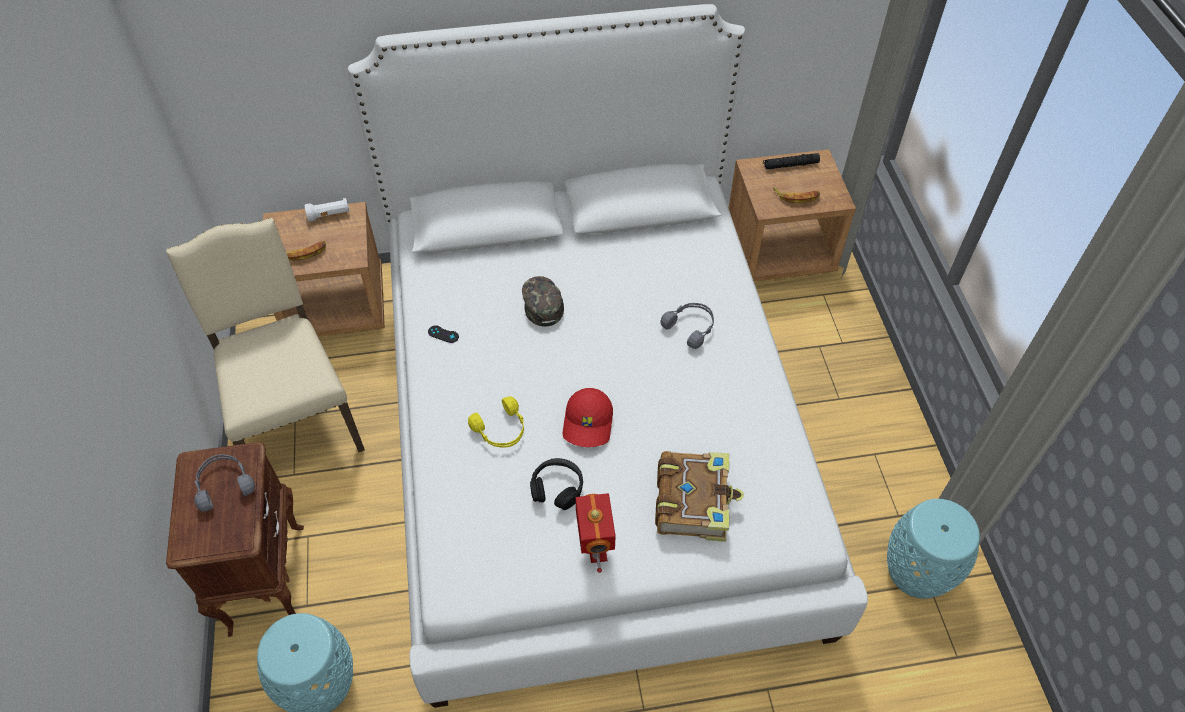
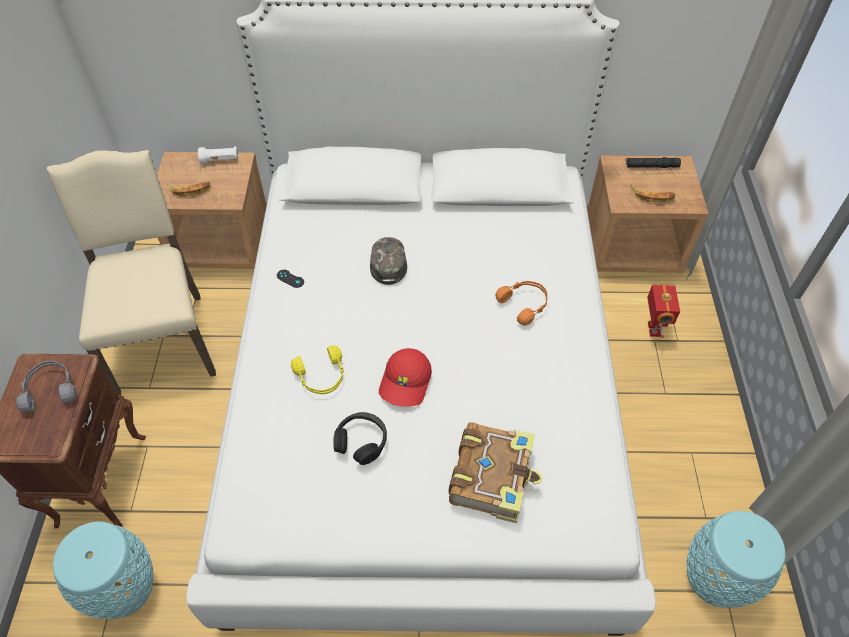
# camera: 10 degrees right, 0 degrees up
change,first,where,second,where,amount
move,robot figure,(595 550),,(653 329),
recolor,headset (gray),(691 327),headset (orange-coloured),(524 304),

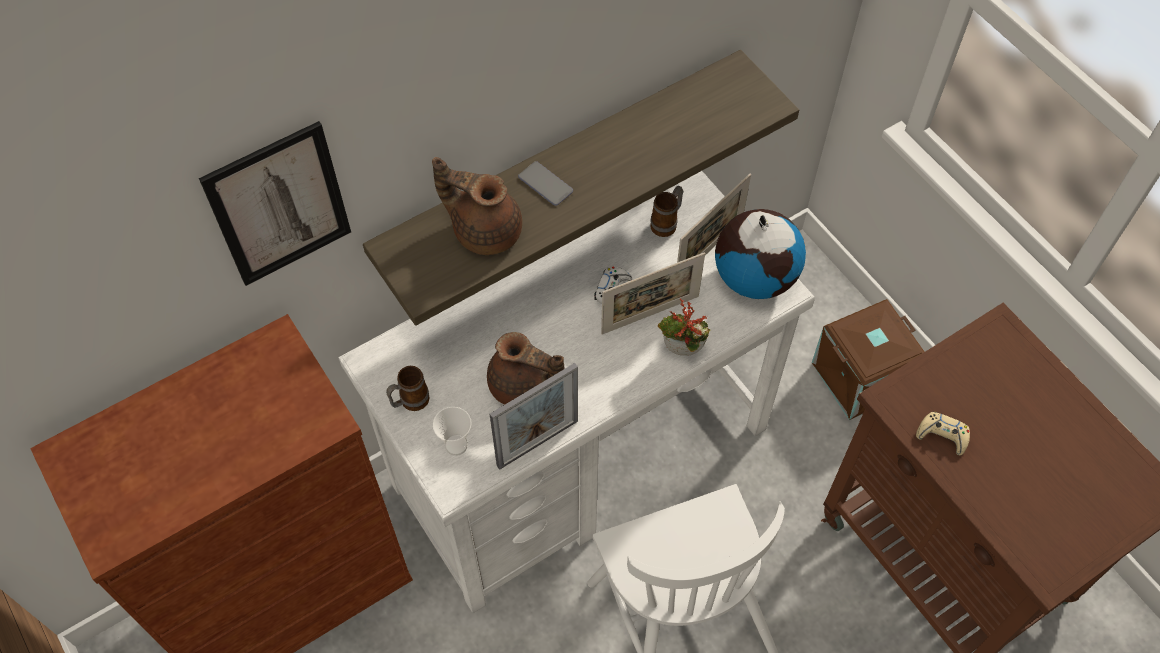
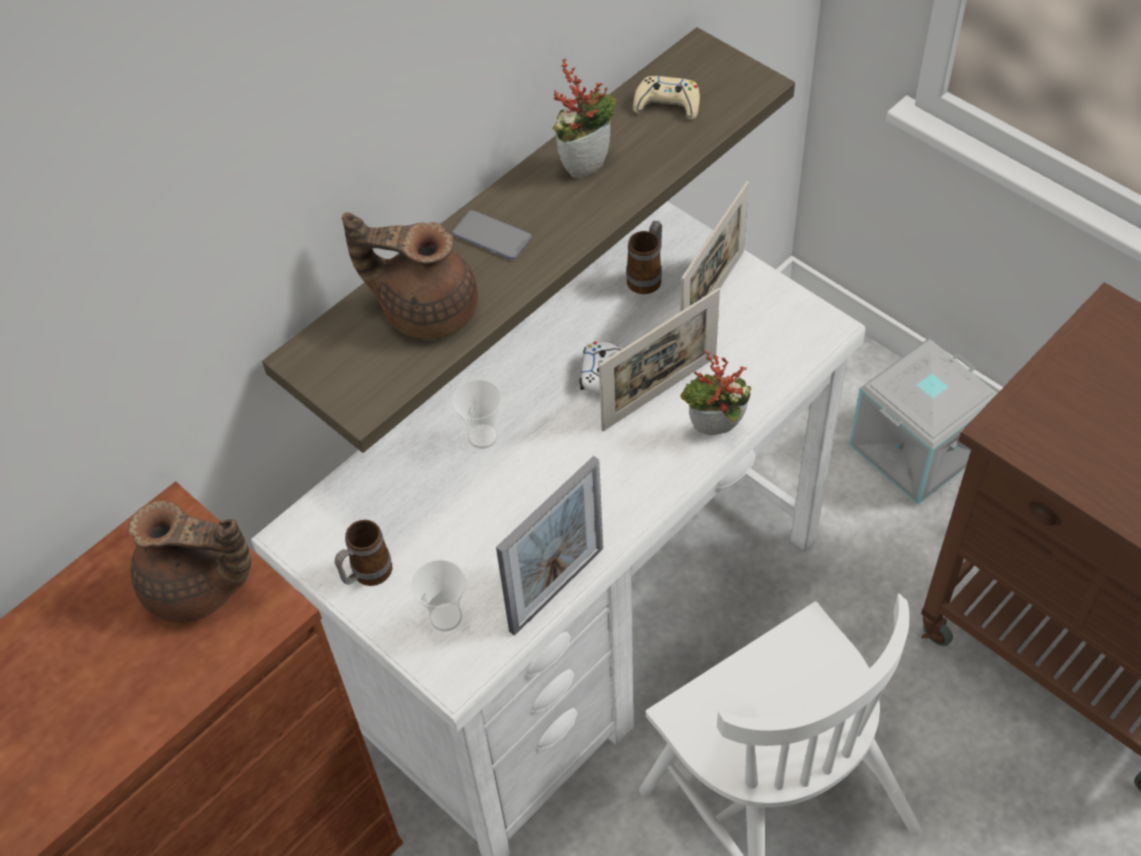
# camera: 10 degrees left, 5 degrees down
change,first,where,second,where,amount
delete,wall art,(279 205),,,
delete,world globe,(754 277),,,
insert,,,small cup,(483 436),
insert,,,plant in a pot,(585 163),
move,pot for tea (brownish),(523 386),,(198 588),
move,gamepad (beige-coloured),(942 435),,(667 104),
recolor,storage box (brownish),(861 379),storage box (gray),(917 450),

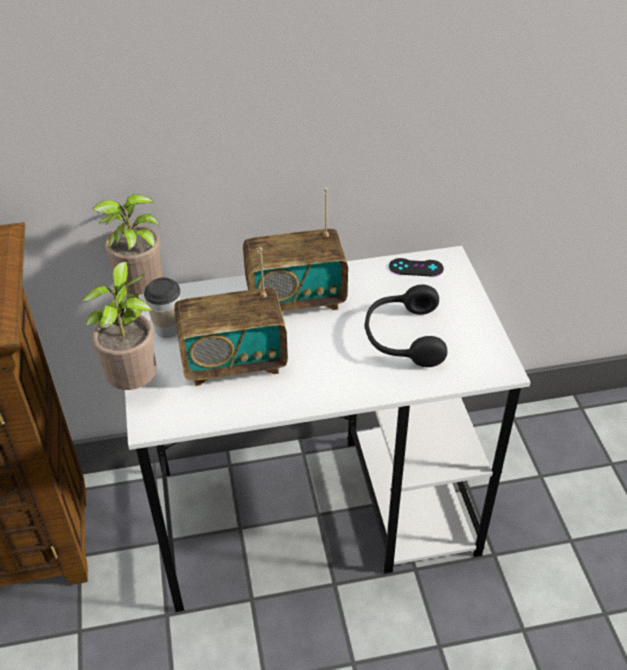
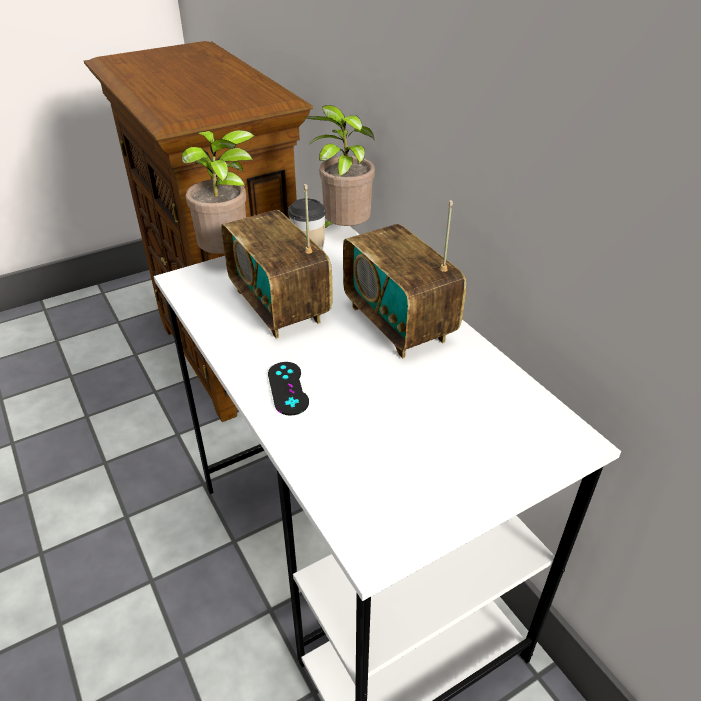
# camera: 70 degrees right, 5 degrees down
change,first,where,second,where,amount
delete,headset (blackish),(402 337),,,
move,gamepad (blackish),(416 268),,(288 388),

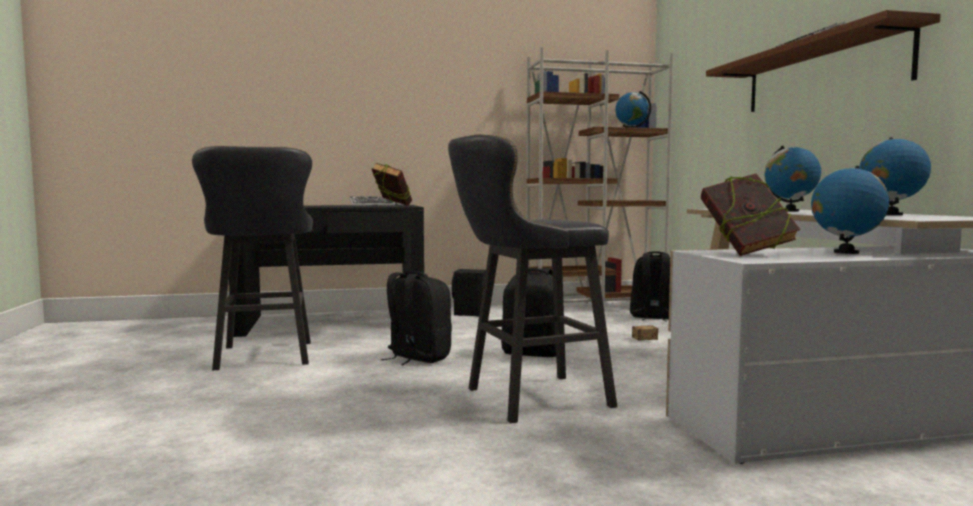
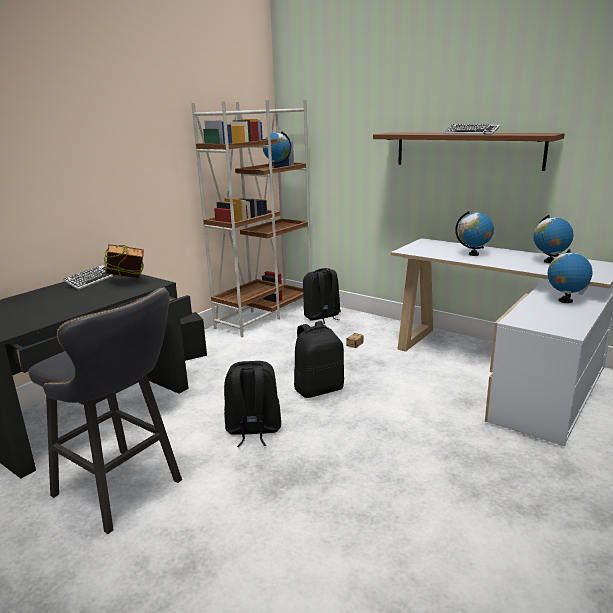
# camera: 40 degrees left, 15 degrees up
change,first,where,second,where,amount
delete,stool (blackish),(522 399),,,
delete,bound book,(746 253),,,

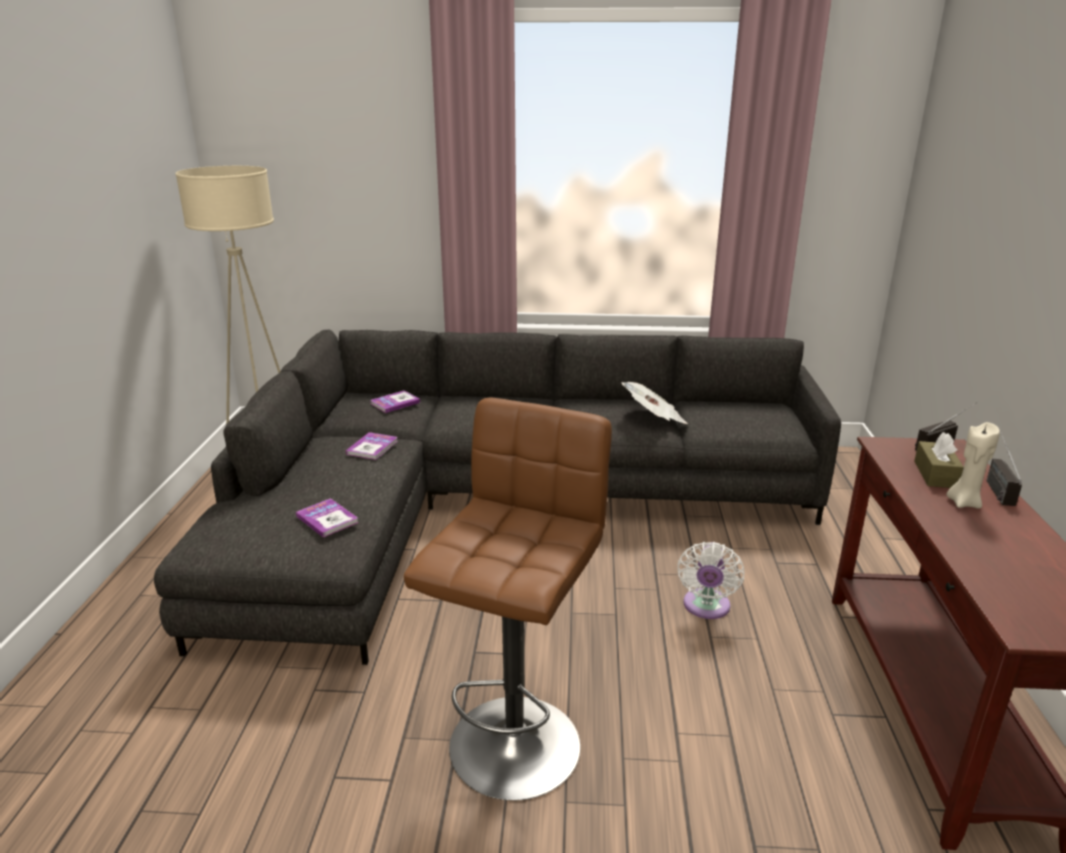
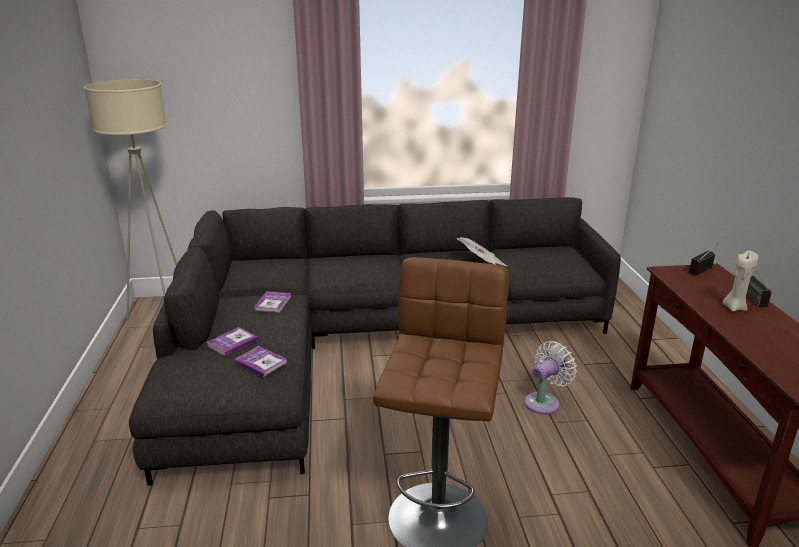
# camera: 10 degrees left, 0 degrees up
change,first,where,second,where,amount
delete,box of tissues (brownish),(935 474),,,
move,bound book,(395 403),,(232 343),
rotate,electric fan (whitish),(706 607),,(544 402),135 degrees counterclockwise

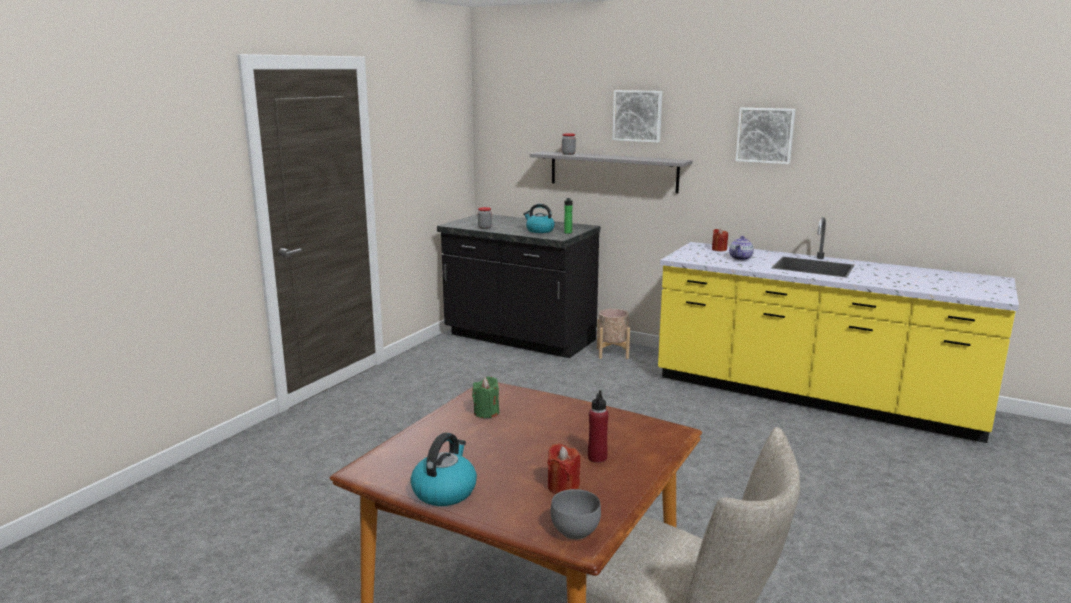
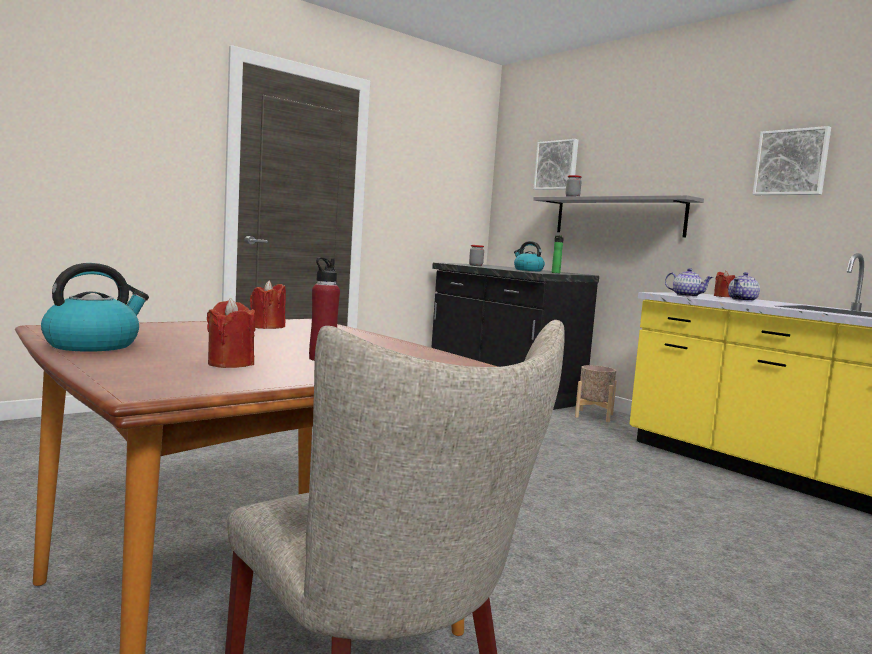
# camera: 20 degrees right, 10 degrees down
change,first,where,second,where,amount
delete,serving bowl (gray),(575 533),,,
insert,,,pot for tea,(686 296),
move,wall art,(638 116),,(557 165),
recolor,wax candle (green-coloured),(486 413),wax candle (red-coloured),(267 327),

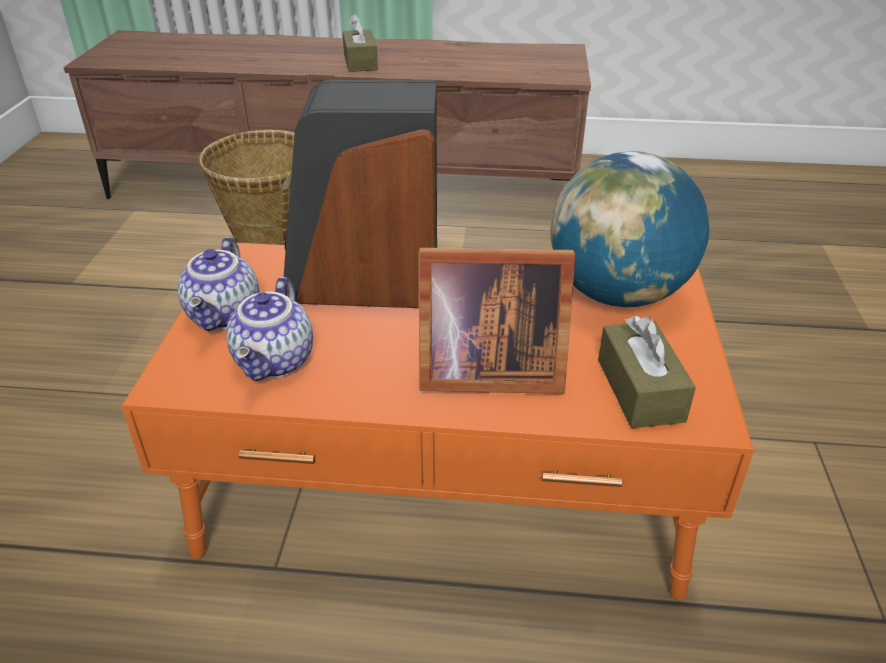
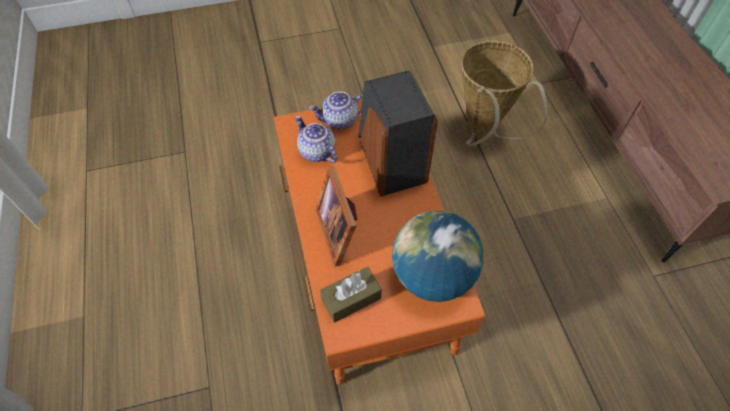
# camera: 70 degrees right, 20 degrees up
change,first,where,second,where,amount
delete,box of tissues (brownish),(360 62),,,
rotate,pot for tea,(276 362),,(316 152),60 degrees clockwise

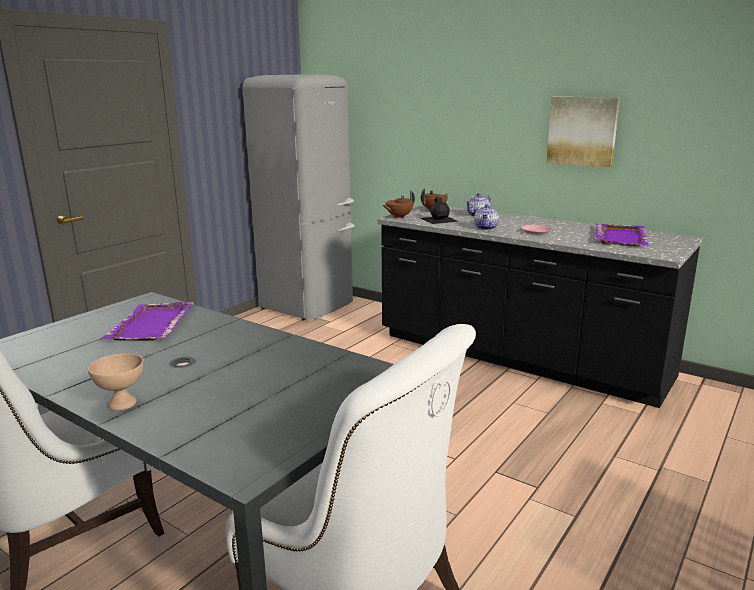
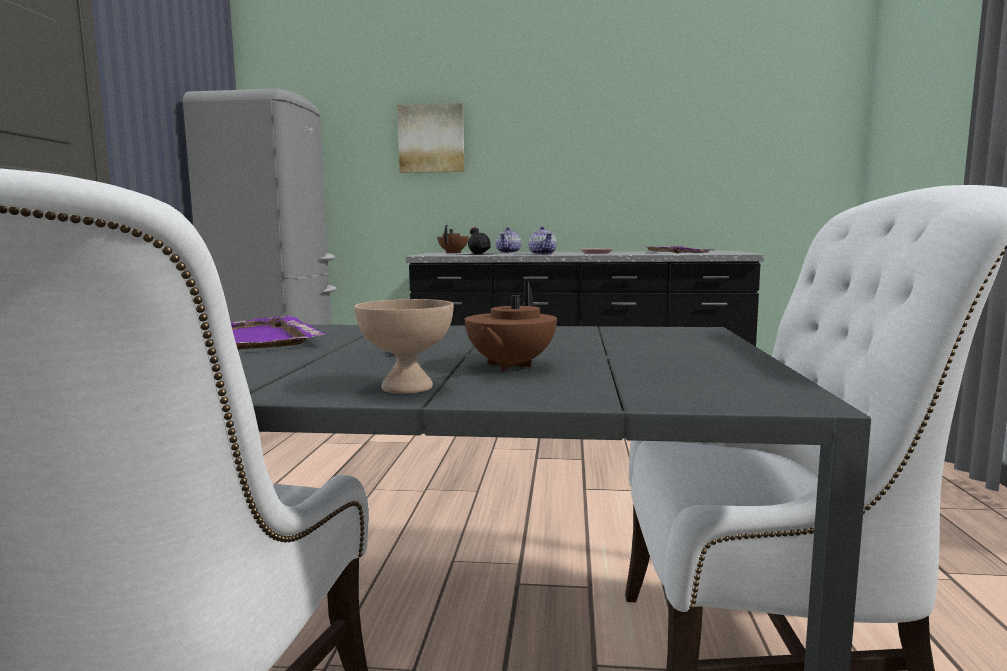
# camera: 30 degrees left, 10 degrees down
change,first,where,second,where,amount
move,pot for tea (brownish),(398 217),,(509 366),
move,wall art,(582 131),,(431 138),

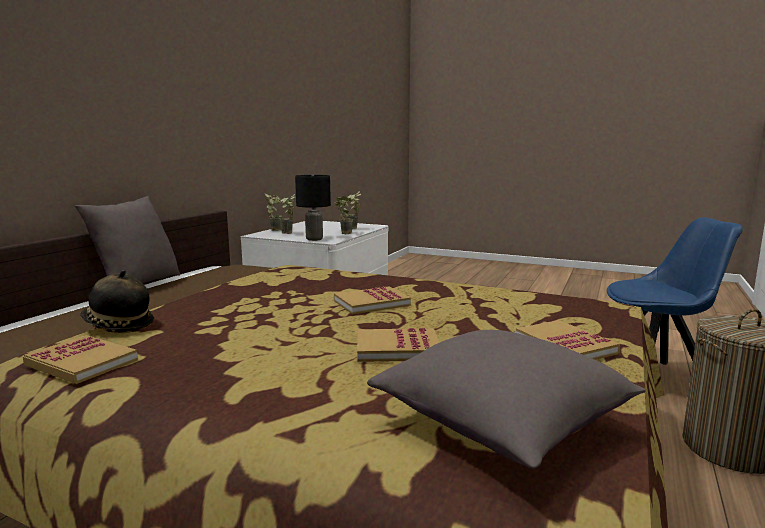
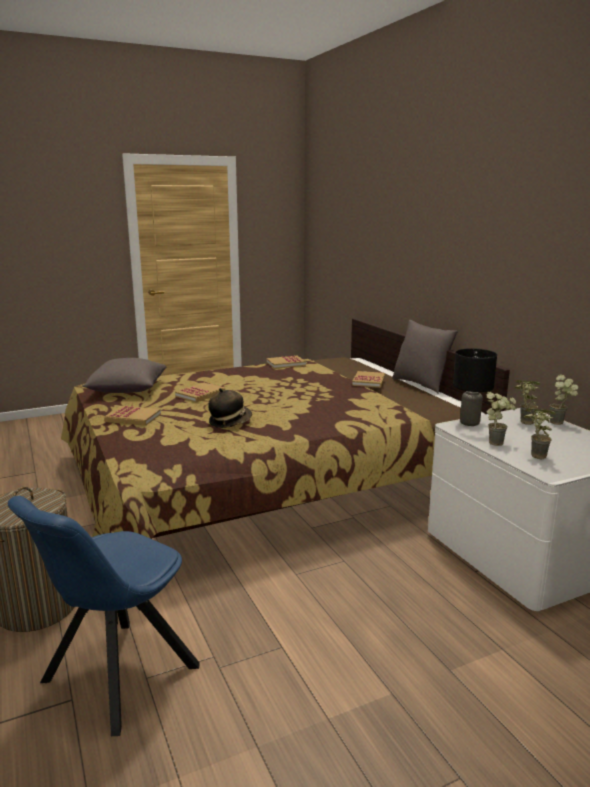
# camera: 130 degrees right, 5 degrees up
change,first,where,second,where,amount
move,wearable hat,(117 326),,(230 422),
move,bound book,(371 303),,(368 381),

